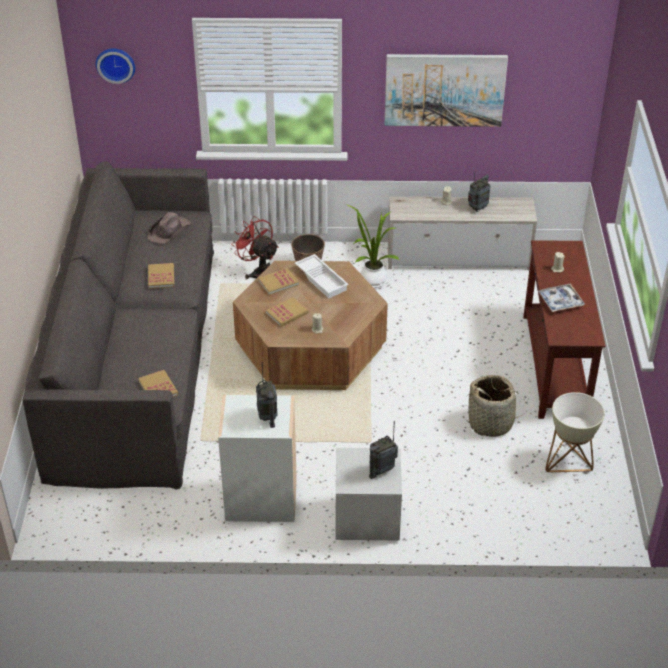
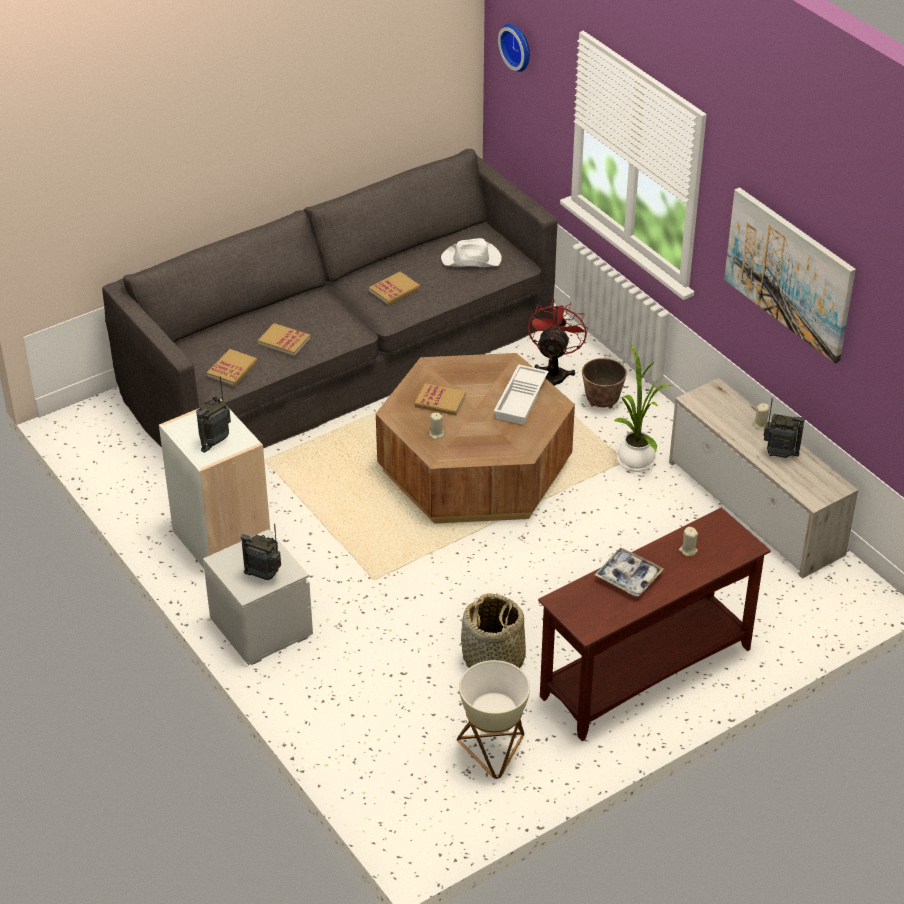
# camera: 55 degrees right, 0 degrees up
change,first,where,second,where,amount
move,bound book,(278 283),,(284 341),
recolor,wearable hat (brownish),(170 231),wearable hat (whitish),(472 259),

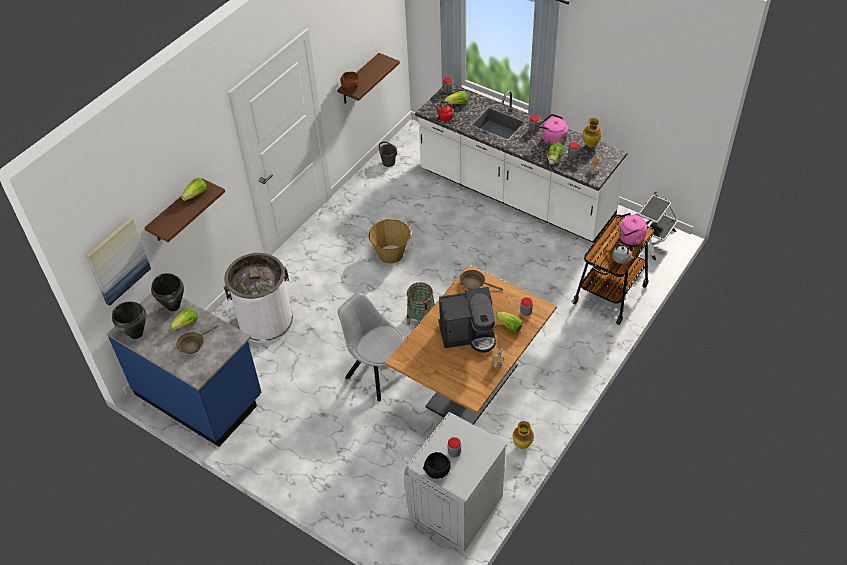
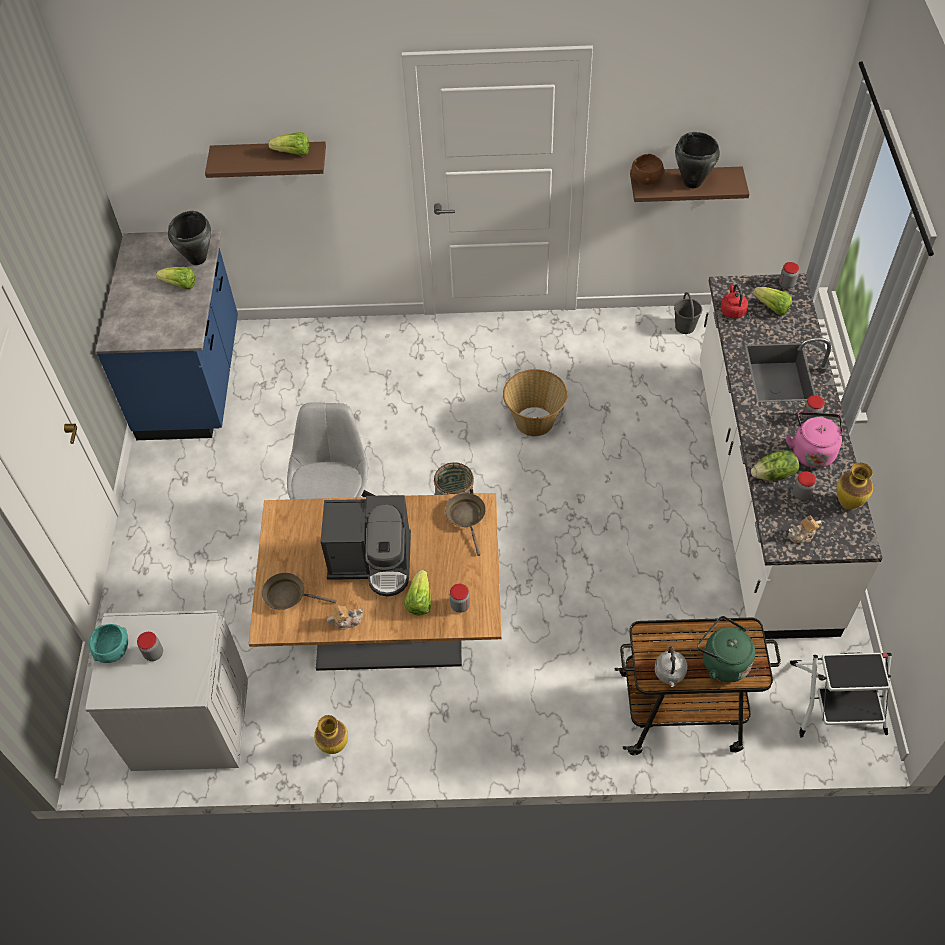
# camera: 55 degrees right, 5 degrees up
change,first,where,second,where,amount
delete,wall art,(117 260),,,
delete,trash can (whitish),(265 321),,,
move,stockpot (blackish),(136 334),,(692 183),
move,frying pan (brownish),(193 344),,(288 595),
recolor,serving bowl (blackish),(437 472),serving bowl (turquoise-coloured),(113 652),
recolor,tea kettle (pink),(629 238),tea kettle (green-coloured),(722 662),
rotate,coffee brewer,(468 334),,(372 561),45 degrees counterclockwise

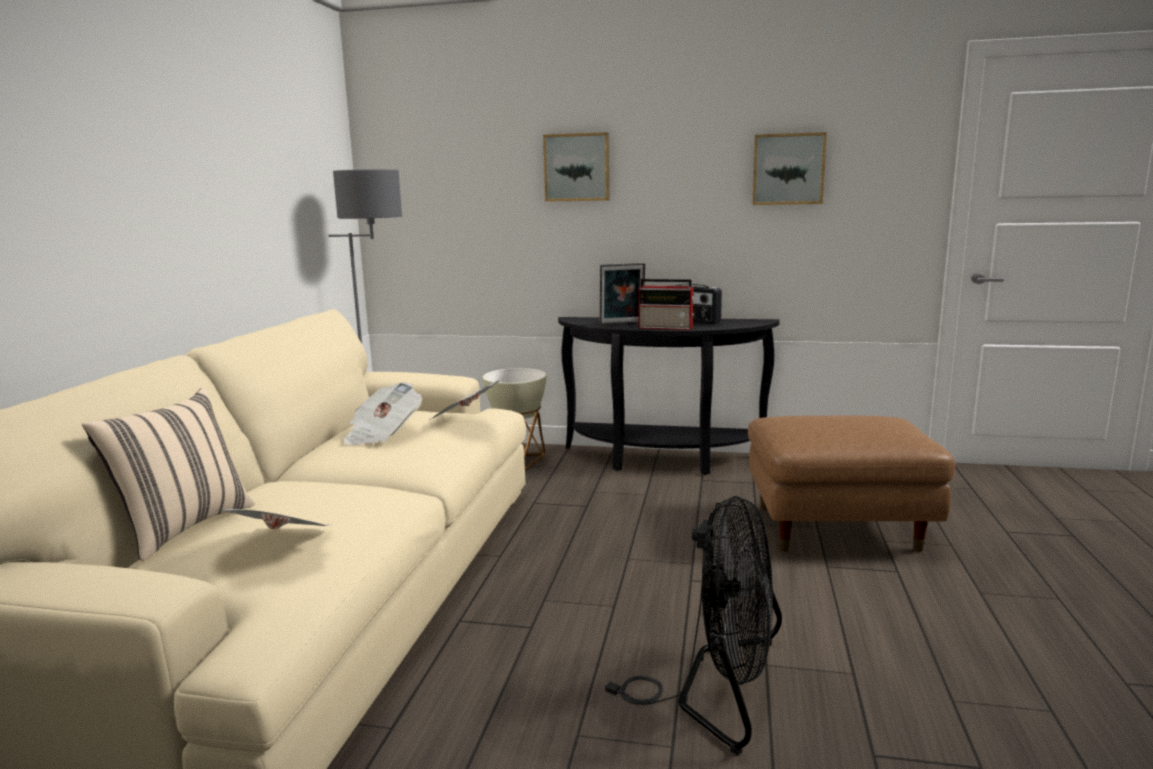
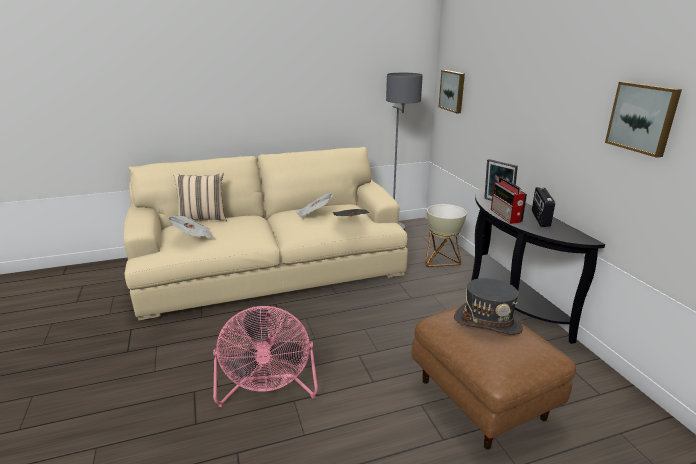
# camera: 60 degrees right, 10 degrees up
change,first,where,second,where,amount
insert,,,wearable hat (gray),(487 322),
move,wall art,(577 167),,(453 91),
recolor,electric fan (blackish),(715 688),electric fan (pink),(264 388),

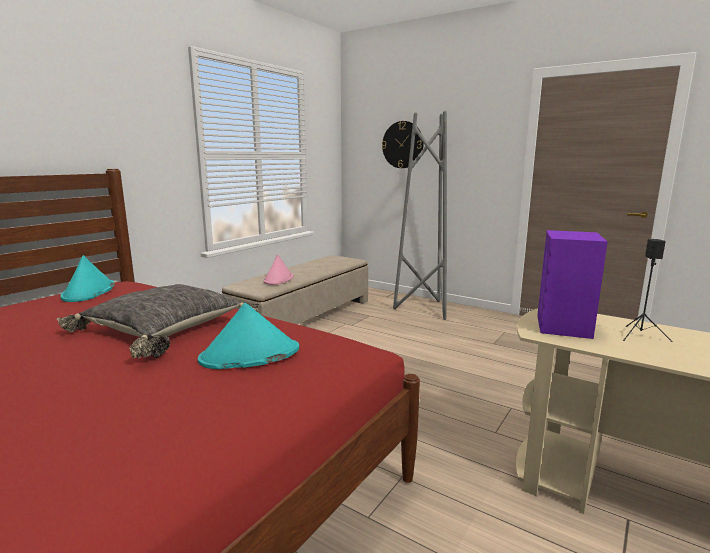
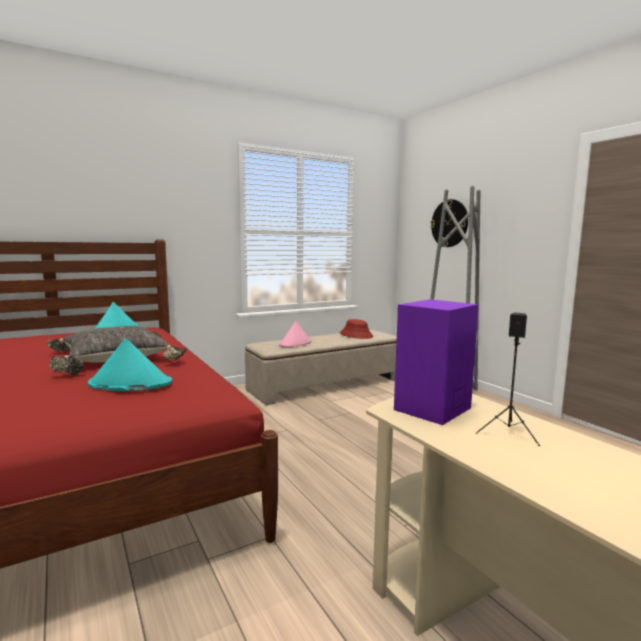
# camera: 25 degrees right, 5 degrees down
change,first,where,second,where,amount
insert,,,wearable hat (red-coloured),(356 335),

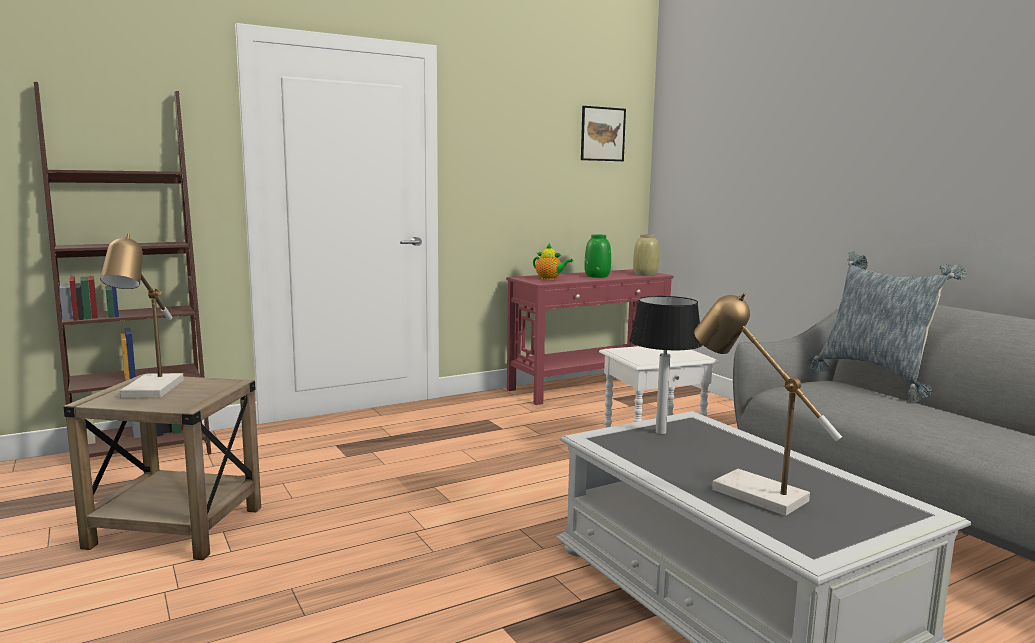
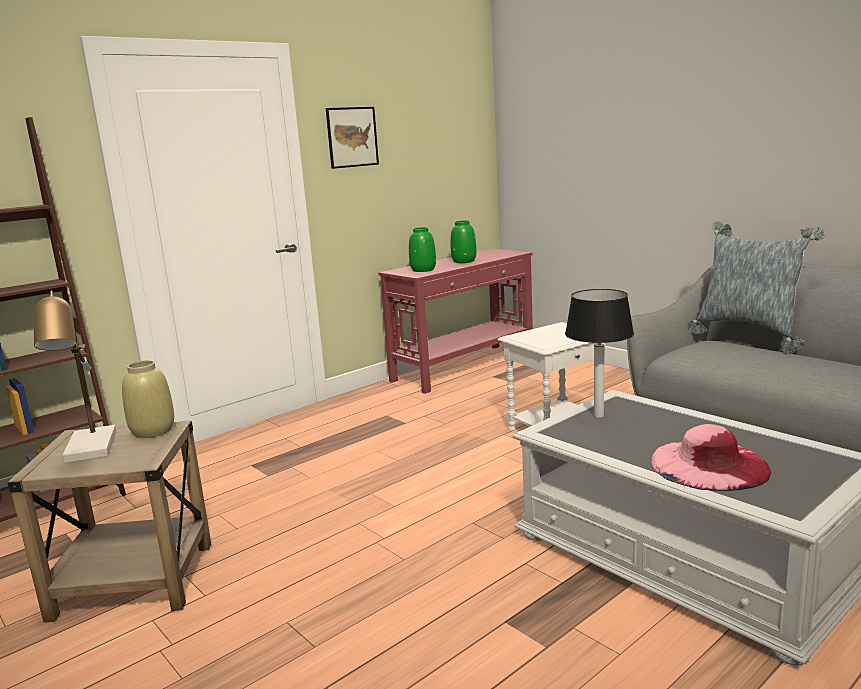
# camera: 10 degrees left, 5 degrees up
change,first,where,second,where,amount
move,wall art,(602 134),,(352 137),
move,vase (beige-coloured),(645 274),,(152 431),
replace,pot for tea,(550 279),vase (green-coloured),(422 270),
replace,lamp for a table,(747 492),wearable hat (pink),(709 465),

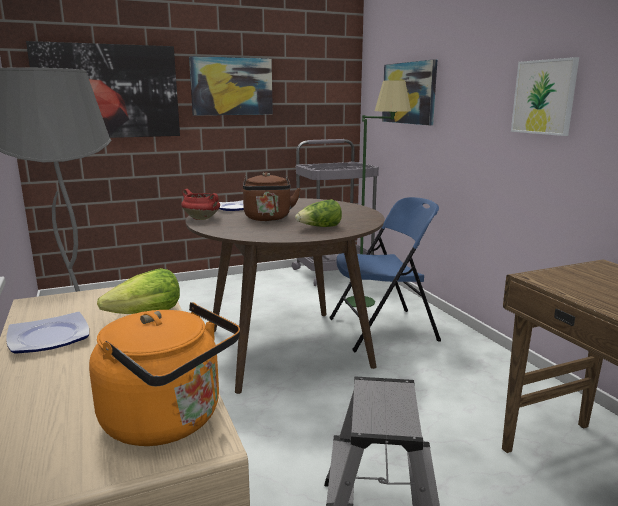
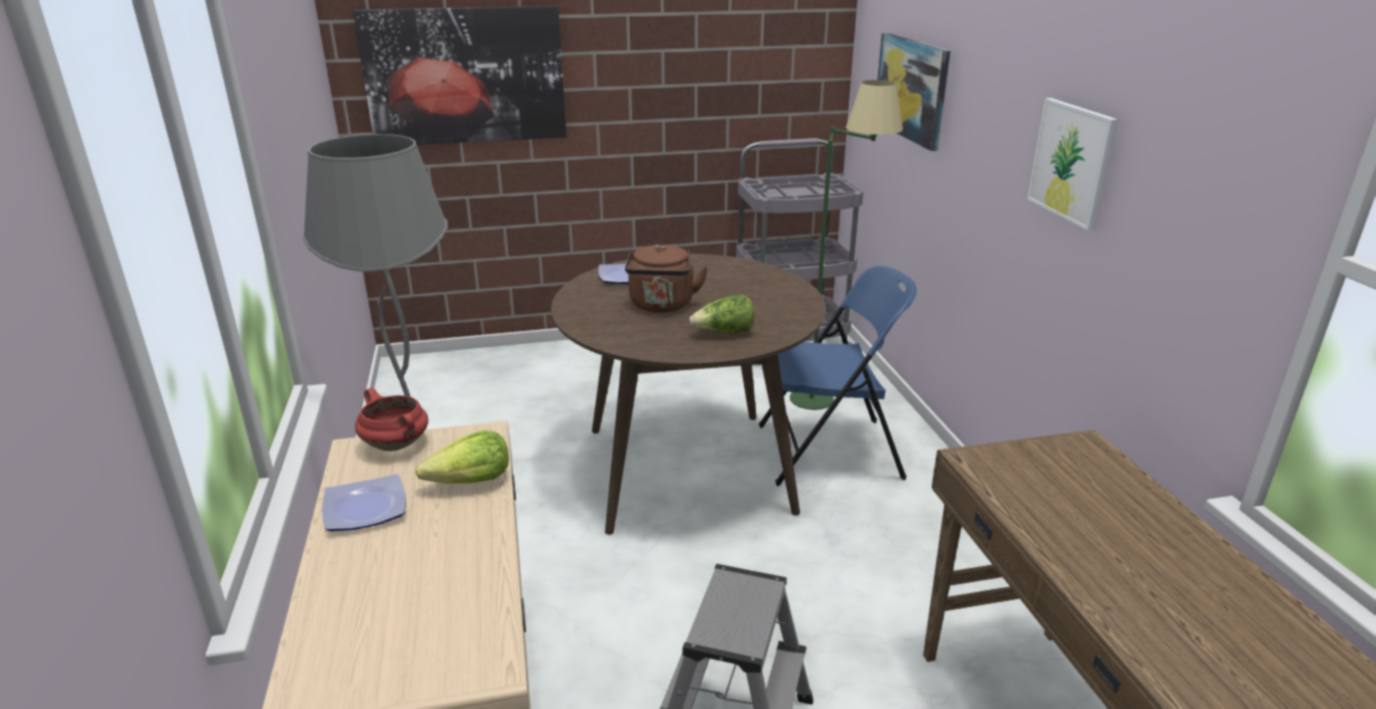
# camera: 10 degrees right, 10 degrees up
change,first,where,second,where,amount
delete,tea kettle (orange-coloured),(169 421),,,
delete,wall art,(231 86),,,
move,stockpot (red-coloured),(202 219),,(397 445),

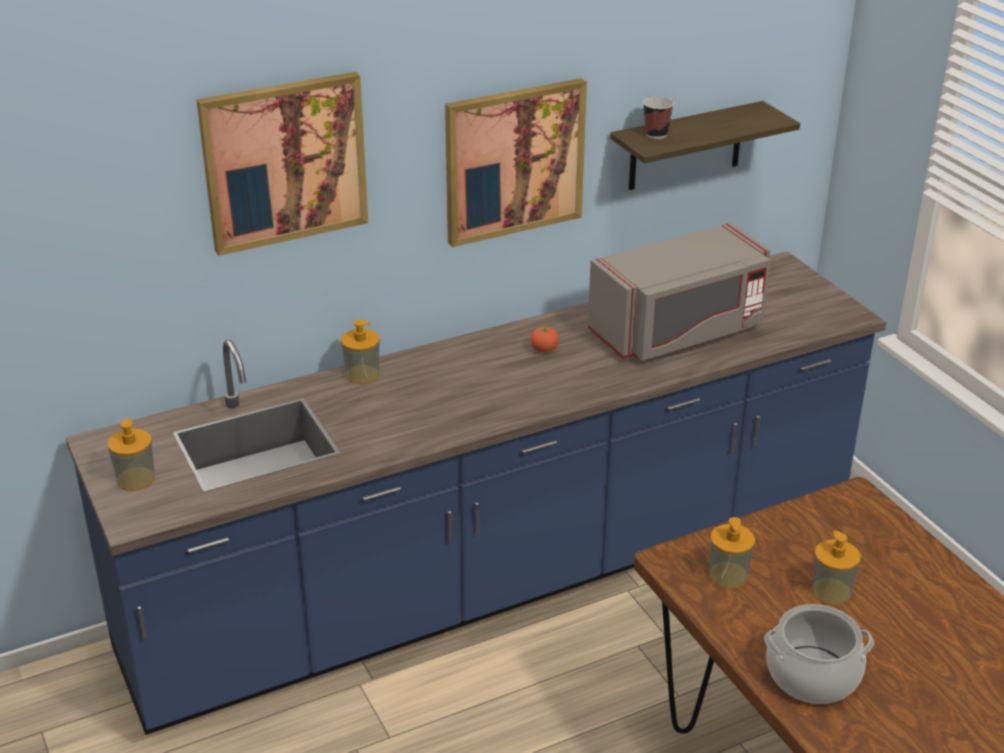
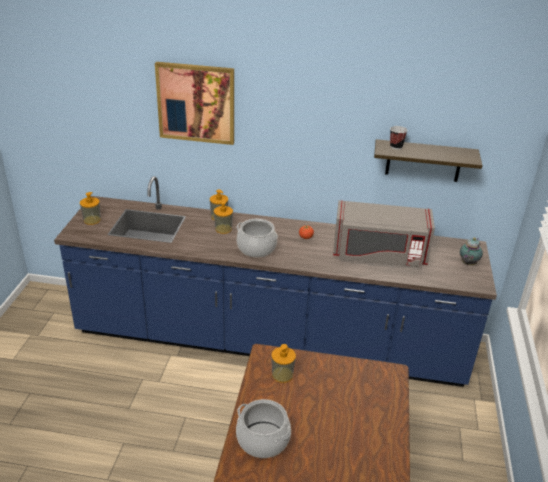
# camera: 35 degrees right, 0 degrees up
change,first,where,second,where,amount
delete,wall art,(514 161),,,
insert,,,stockpot,(256 248),
insert,,,pot for tea,(467 264),
move,soap bottle,(831 591),,(223 229),

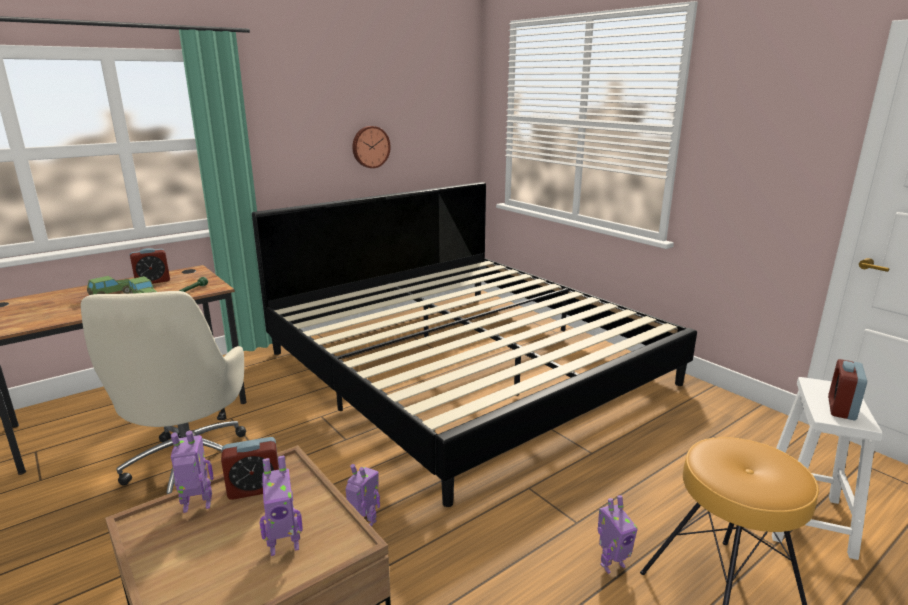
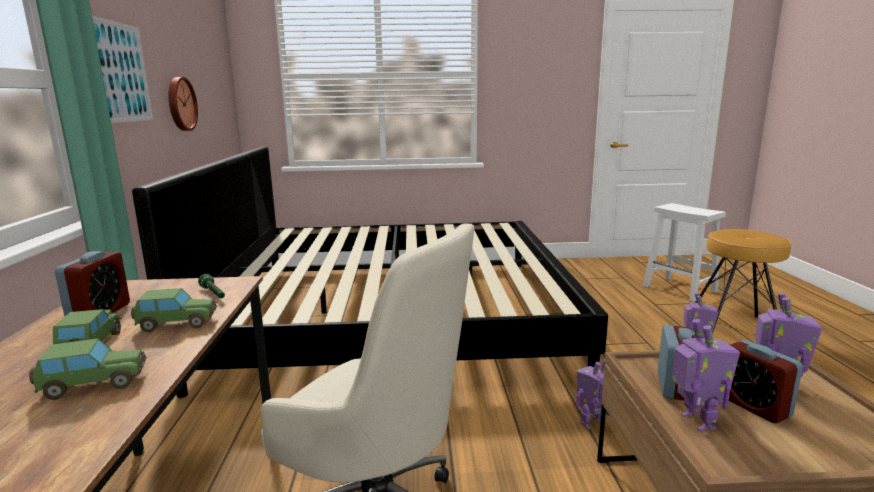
# camera: 55 degrees left, 5 degrees down
change,first,where,second,where,amount
insert,,,toy car,(93 384),
insert,,,wall art,(121 72),
move,table clock,(841 409),,(754 406),
rotate,robot figure,(197 506),,(696 421),150 degrees clockwise

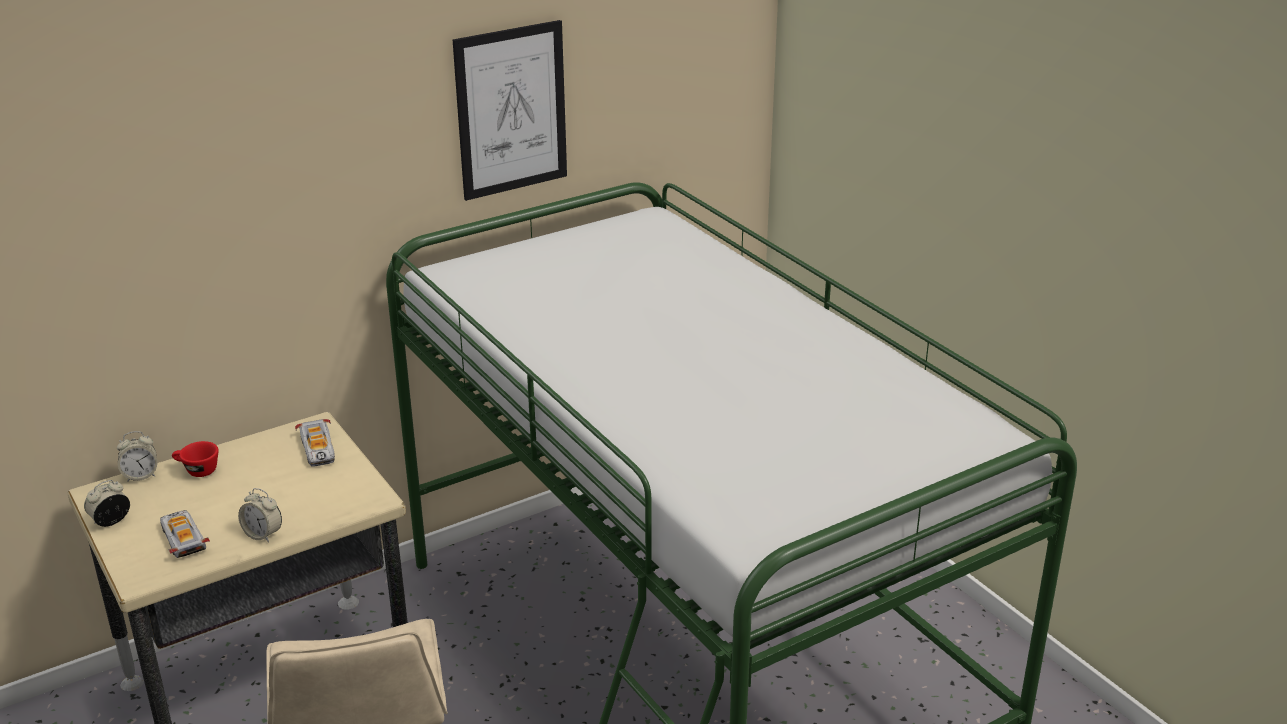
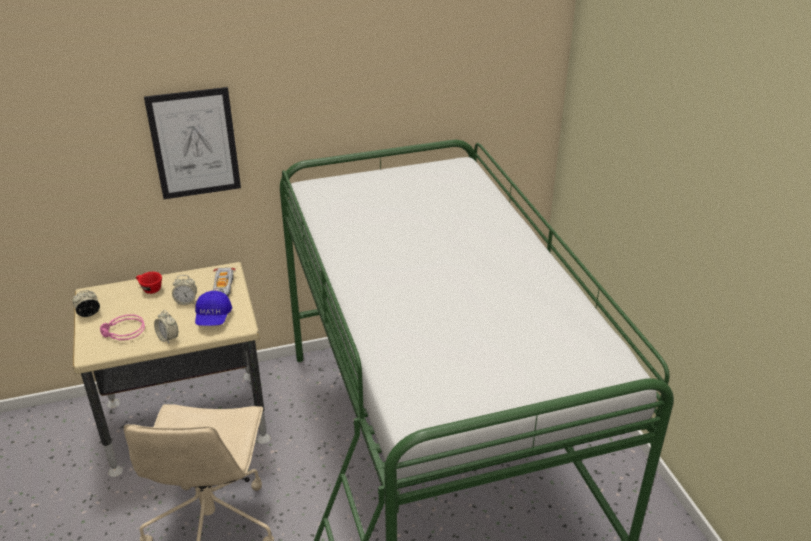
# camera: 15 degrees right, 5 degrees up
change,first,where,second,where,amount
insert,,,cap (bluish),(213 317),
move,table clock,(141 475),,(186 301),
move,wall art,(511 110),,(194 144),
replace,toy car,(183 538),headset (pink),(123 332),

